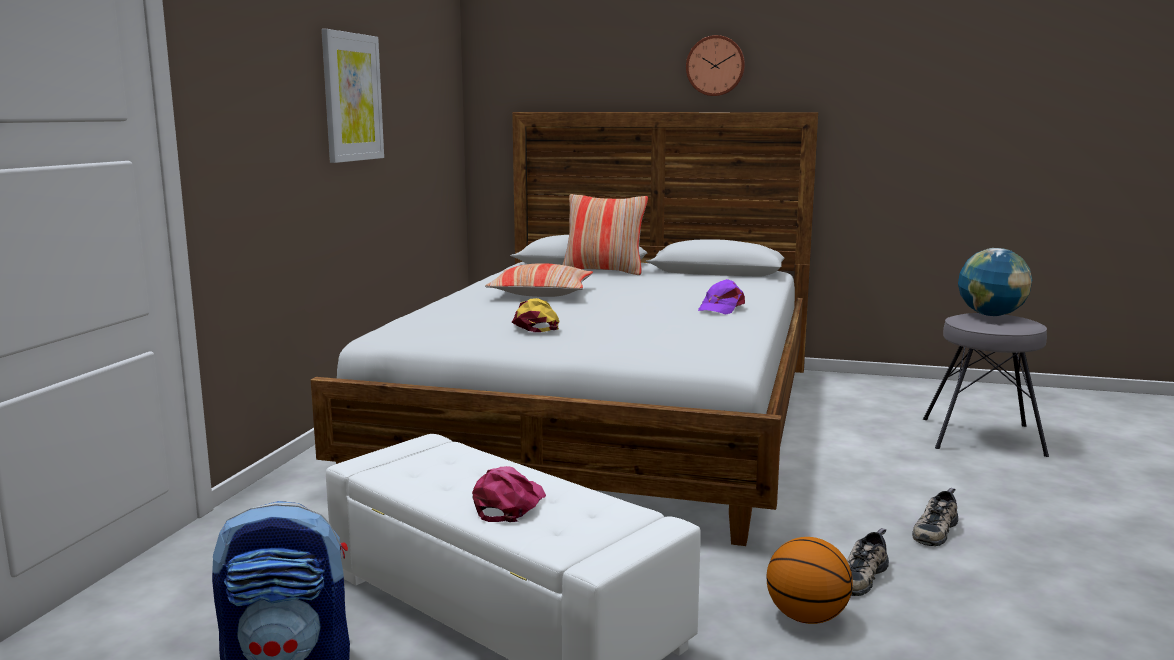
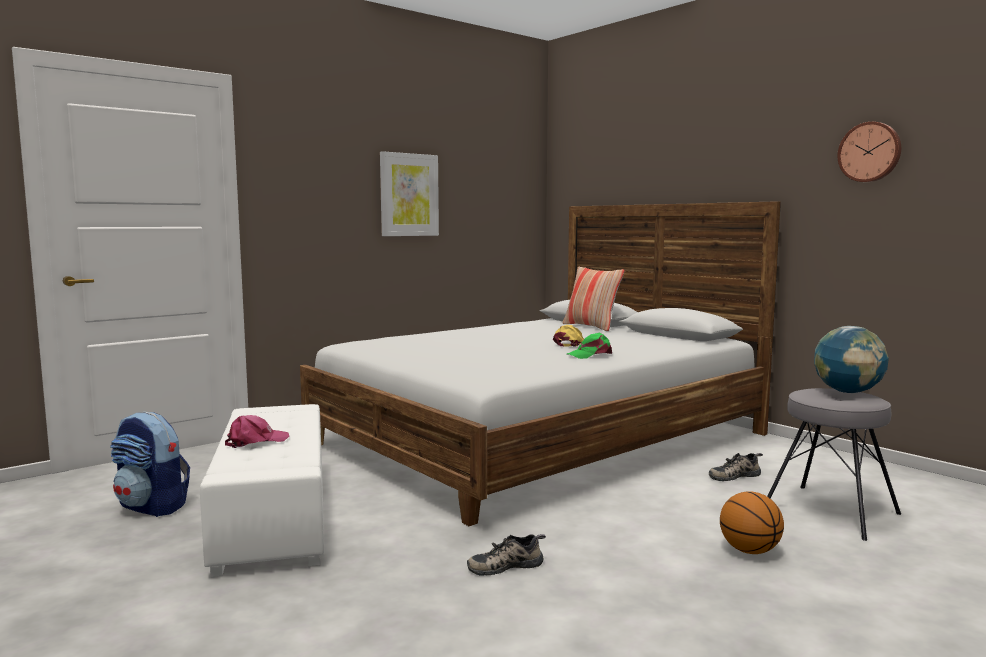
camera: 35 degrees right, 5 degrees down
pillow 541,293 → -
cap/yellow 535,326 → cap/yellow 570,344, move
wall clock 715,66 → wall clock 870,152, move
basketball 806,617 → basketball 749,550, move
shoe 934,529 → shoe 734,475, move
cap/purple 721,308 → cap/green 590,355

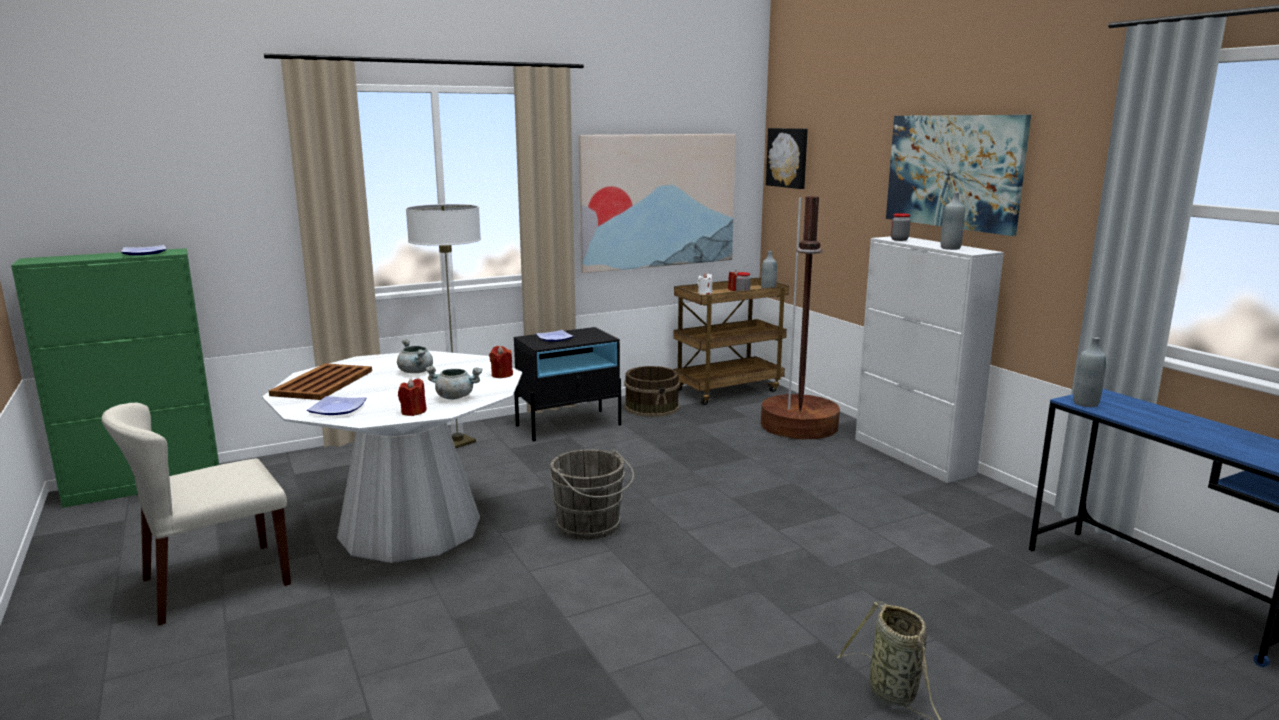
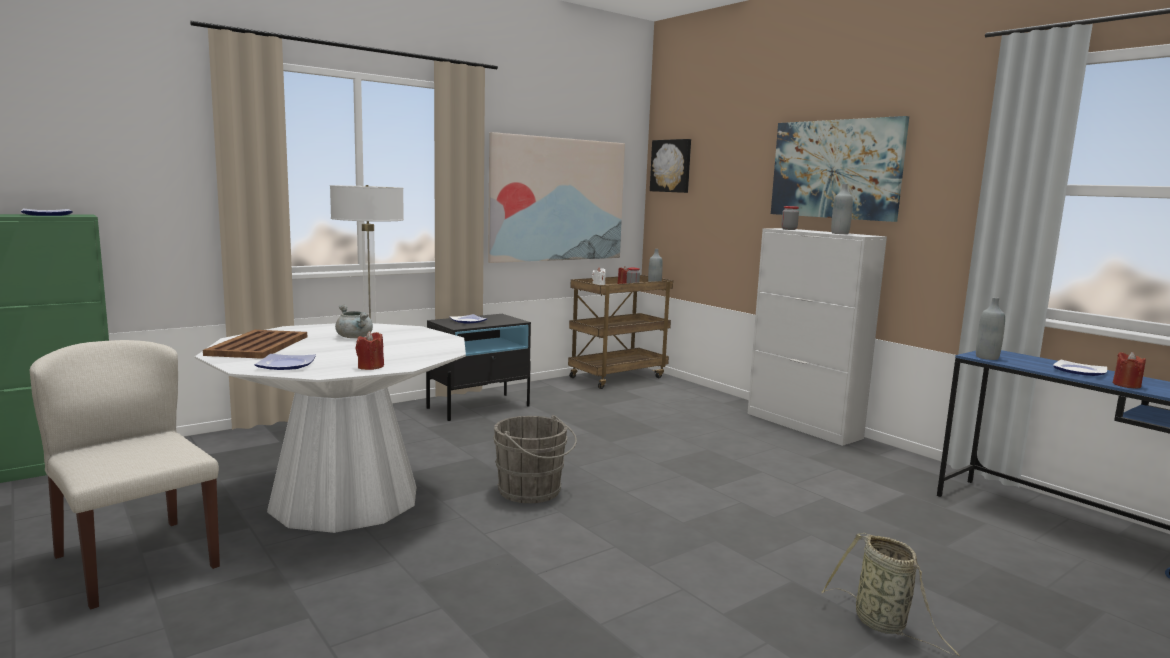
camera: 10 degrees left, 5 degrees down
cooking pot/grey 455,397 → -
bucket/brown 652,407 → -
floor lamp/brown 799,426 → -
- → plate 1080,371
candle/red 502,375 → candle/red 1126,385, move
chair/beige 215,582 → chair/beige 135,561, 90 degrees clockwise

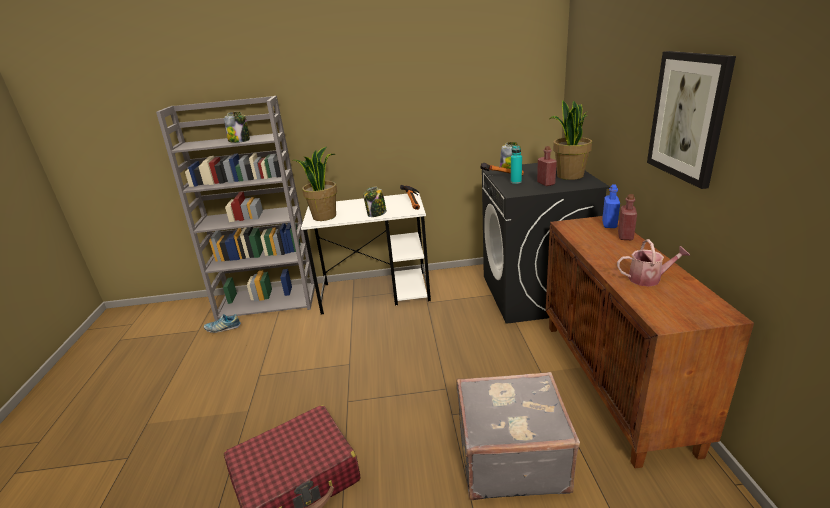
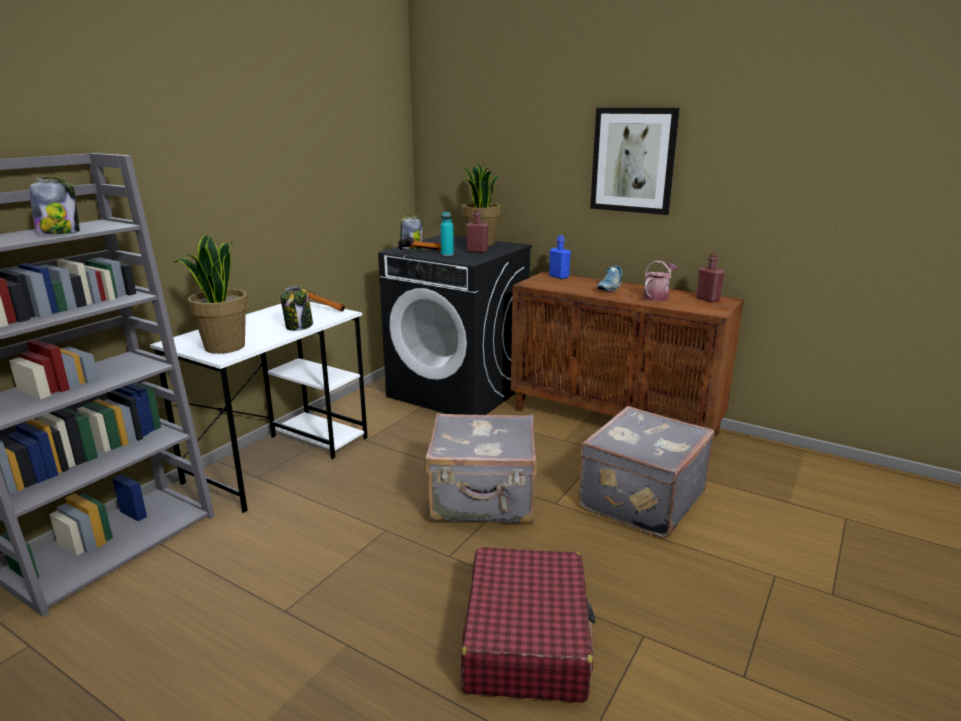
camera: 55 degrees left, 5 degrees down
- → suitcase/grey 483,500
shoe 223,328 → shoe 609,288, move
bottle/red 625,236 → bottle/red 707,299, move

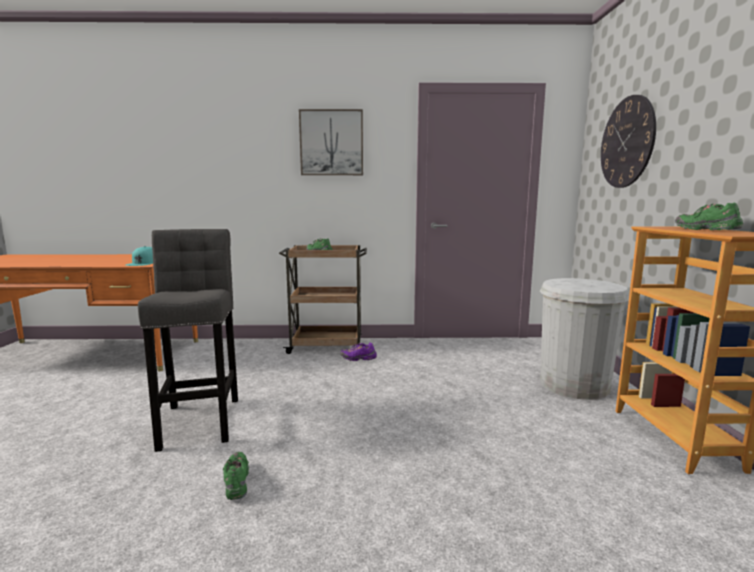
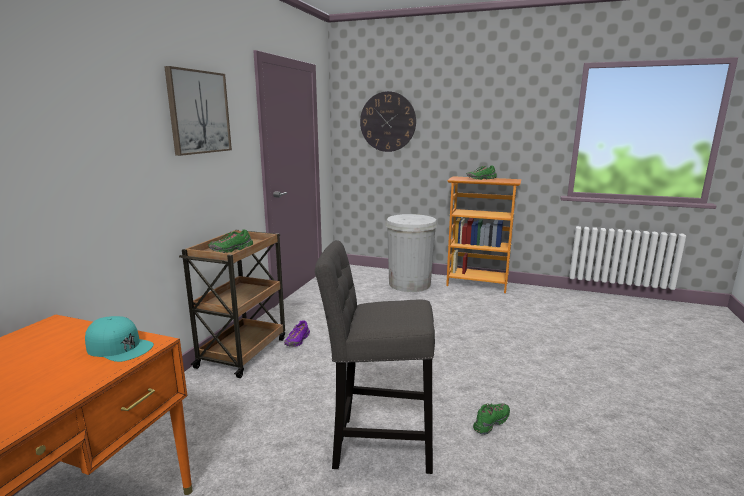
camera: 70 degrees left, 5 degrees up
shoe/green 236,482 → shoe/green 491,423, 135 degrees clockwise

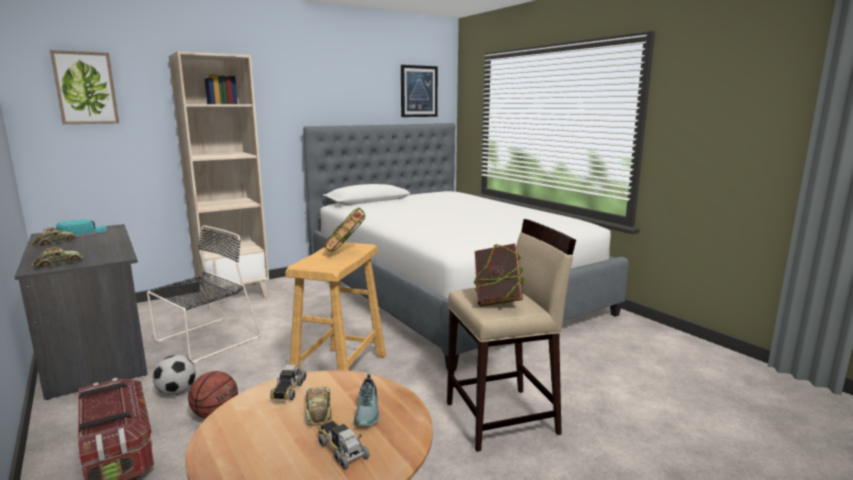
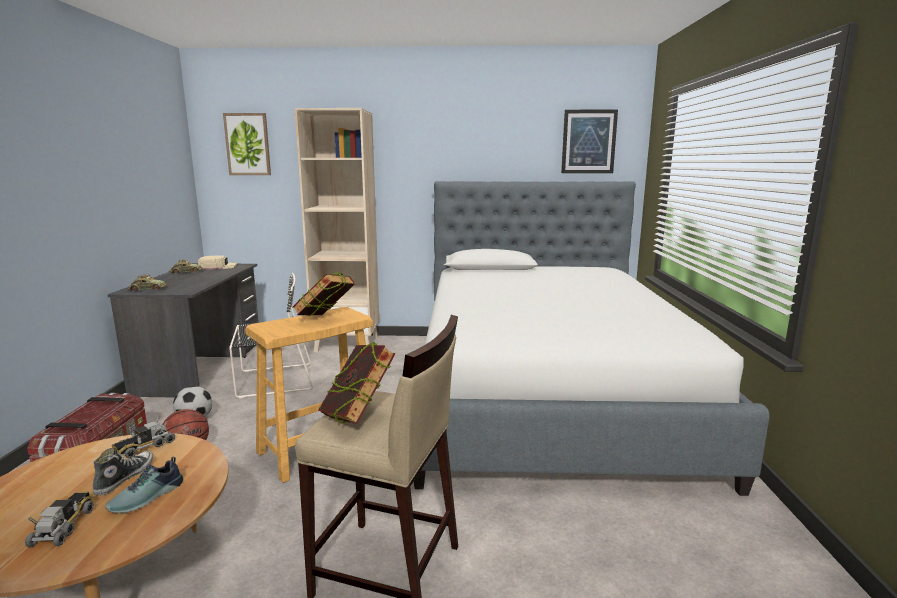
camera: 35 degrees right, 0 degrees up
toy car 318,410 → shoe 124,477
cap/turquoise 82,232 → cap/beige 218,266

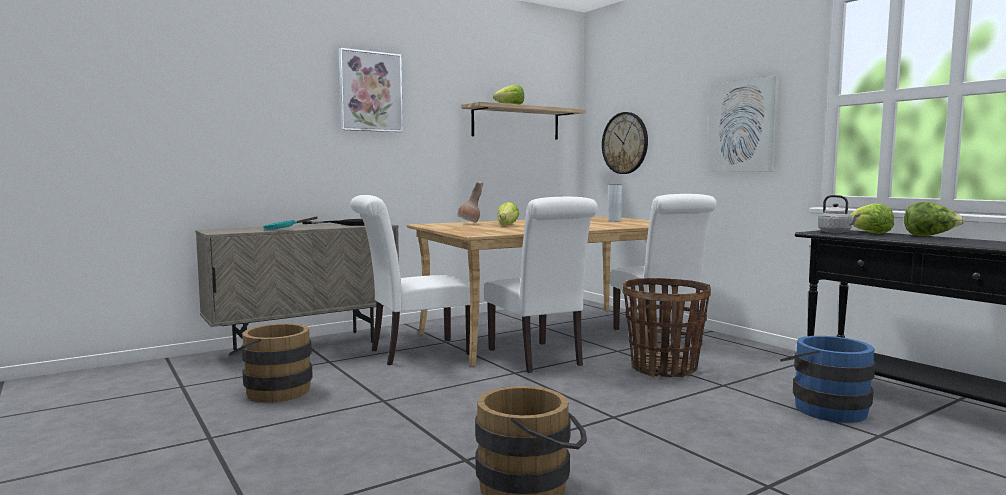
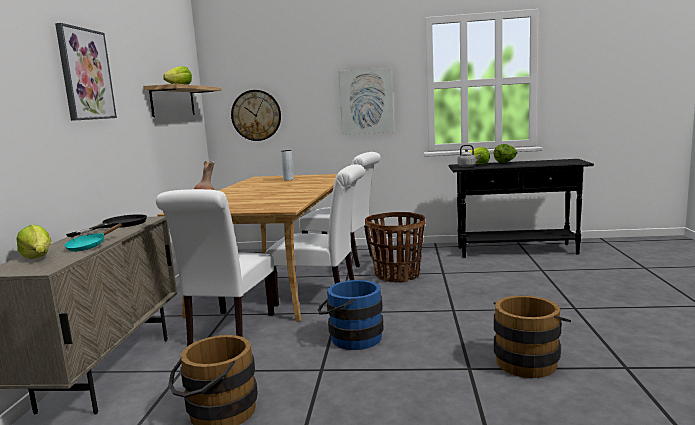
camera: 50 degrees left, 5 degrees up
lettuce 507,225 → lettuce 38,257, move
bucket/blue 824,408 → bucket/blue 351,338, move

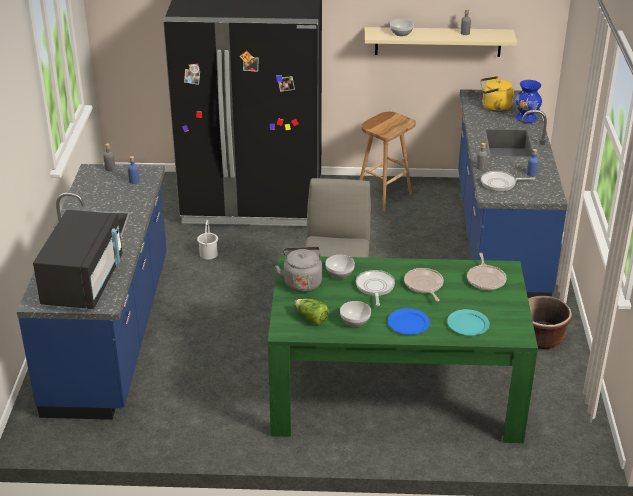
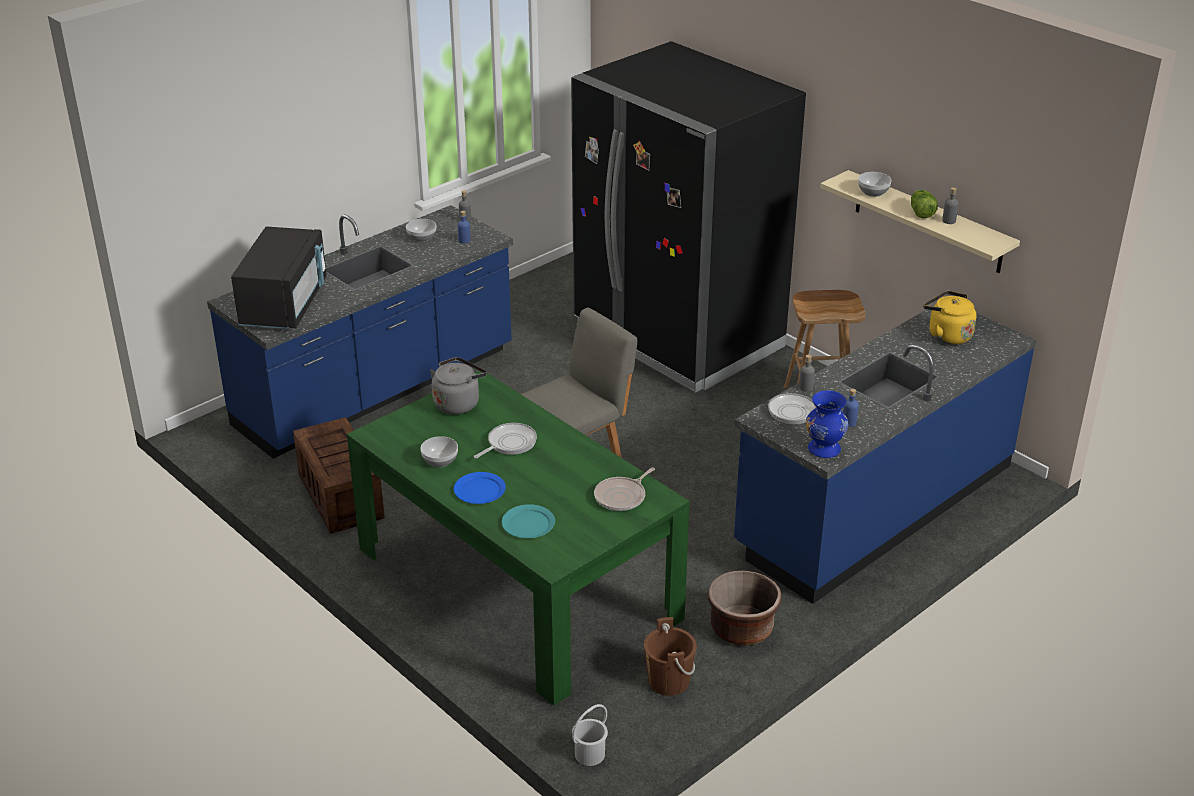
camera: 45 degrees right, 0 degrees up
frying pan 424,285 → -
- → crate 340,495
- → bucket/brown 668,681
bucket/white 208,254 → bucket/white 589,754, move
lettuce 311,318 → lettuce 921,212, move
bowl 340,274 → bowl 421,238, move
vase/blue 526,118 → vase/blue 825,449, move
microwave/black 84,283 → microwave/black 285,305, 45 degrees counterclockwise

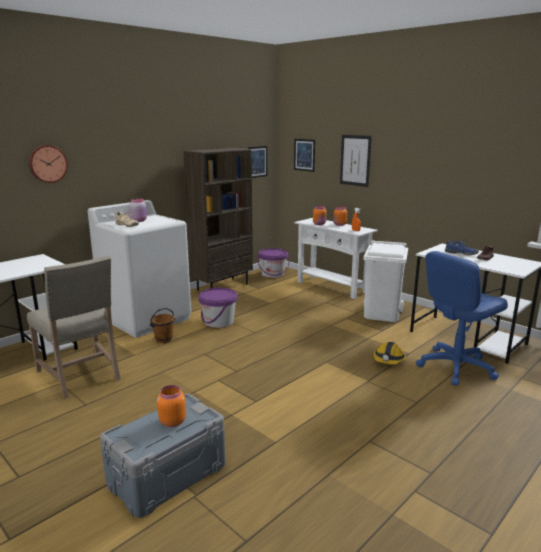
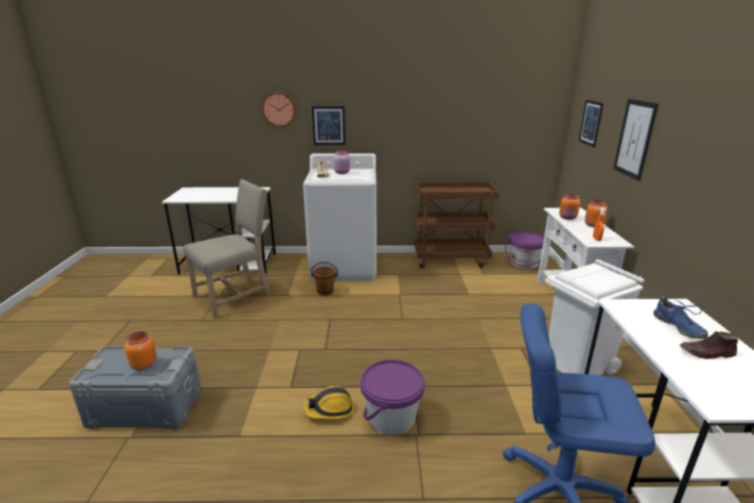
camera: 45 degrees right, 5 degrees up
bucket/purple 218,321 → bucket/purple 391,417, move
picture 257,162 → picture 328,125, move
hard hat 388,360 → hard hat 330,410, move
bookcase/brown 222,287 → cart/brown 451,260
chair/beige 81,375 → chair/beige 235,296, 135 degrees counterclockwise

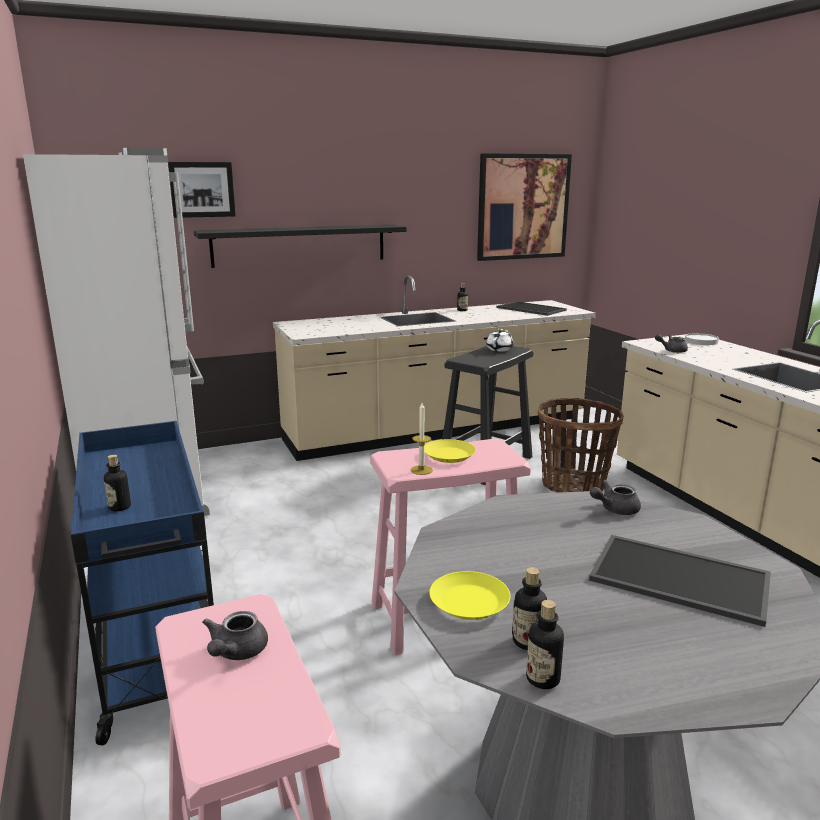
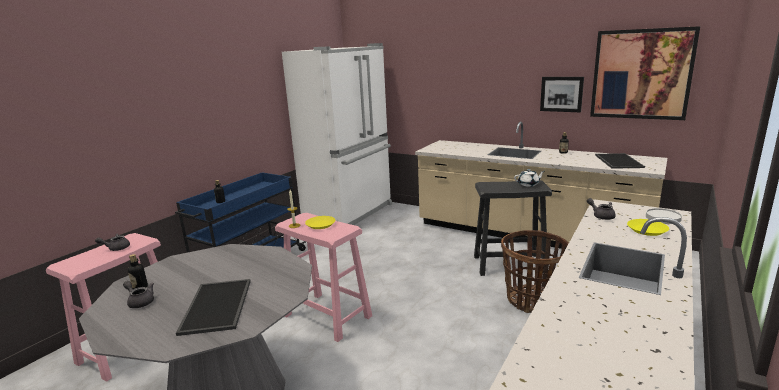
camera: 55 degrees right, 0 degrees up
shelf/black 300,245 → -
bottle 543,679 → -
picture 202,189 → picture 561,94, move
plate/yellow 470,602 → plate/yellow 647,230, move
teapot/grey 614,509 → teapot/grey 140,301, move

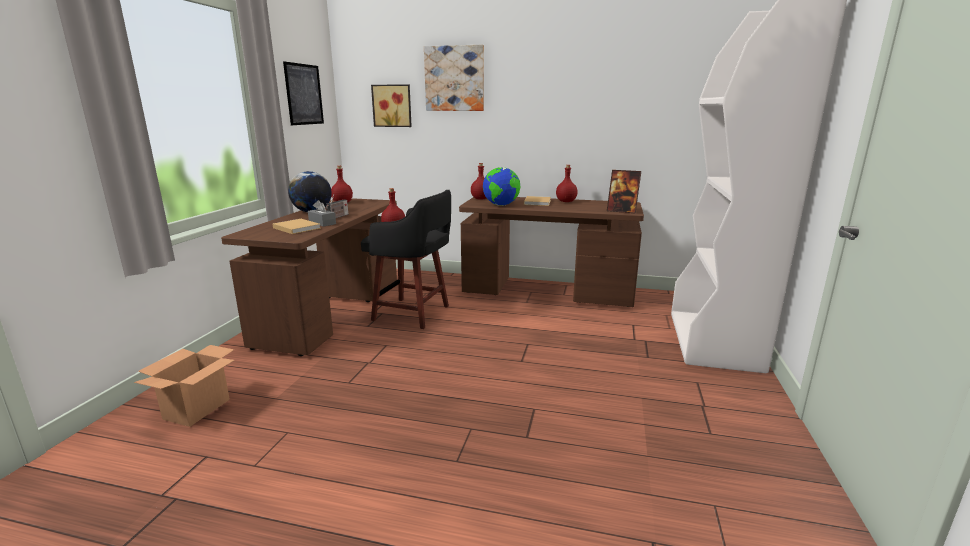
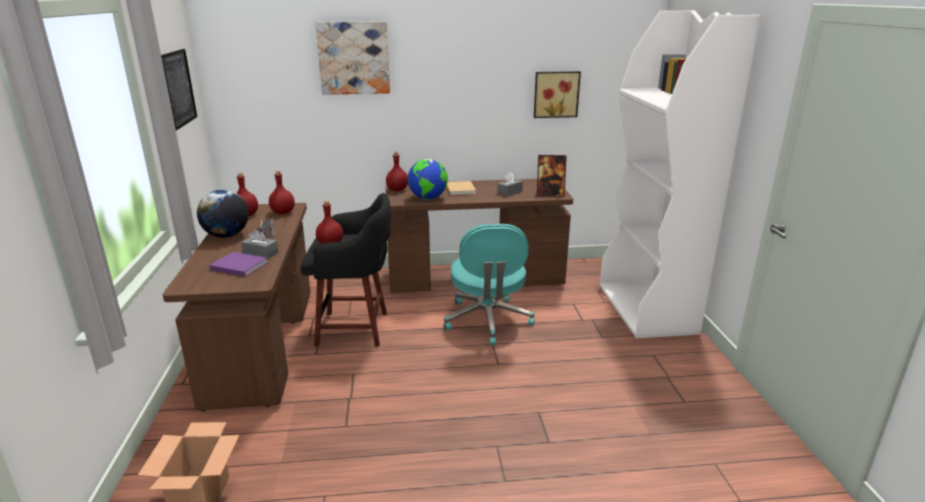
camera: 20 degrees left, 5 degrees up
- → office chair/turquoise 487,321
- → tissue box/grey 509,192
picture 392,106 → picture 556,94, move
bottle/red 566,201 → bottle/red 283,212, move
book/beige 296,228 → book/purple 238,265

